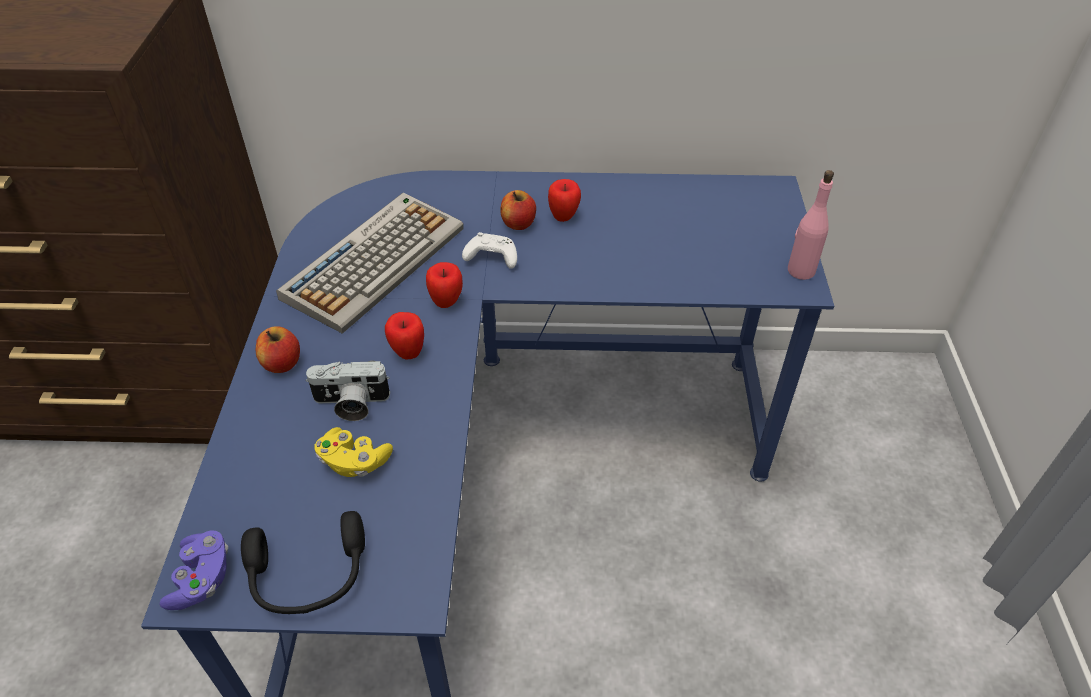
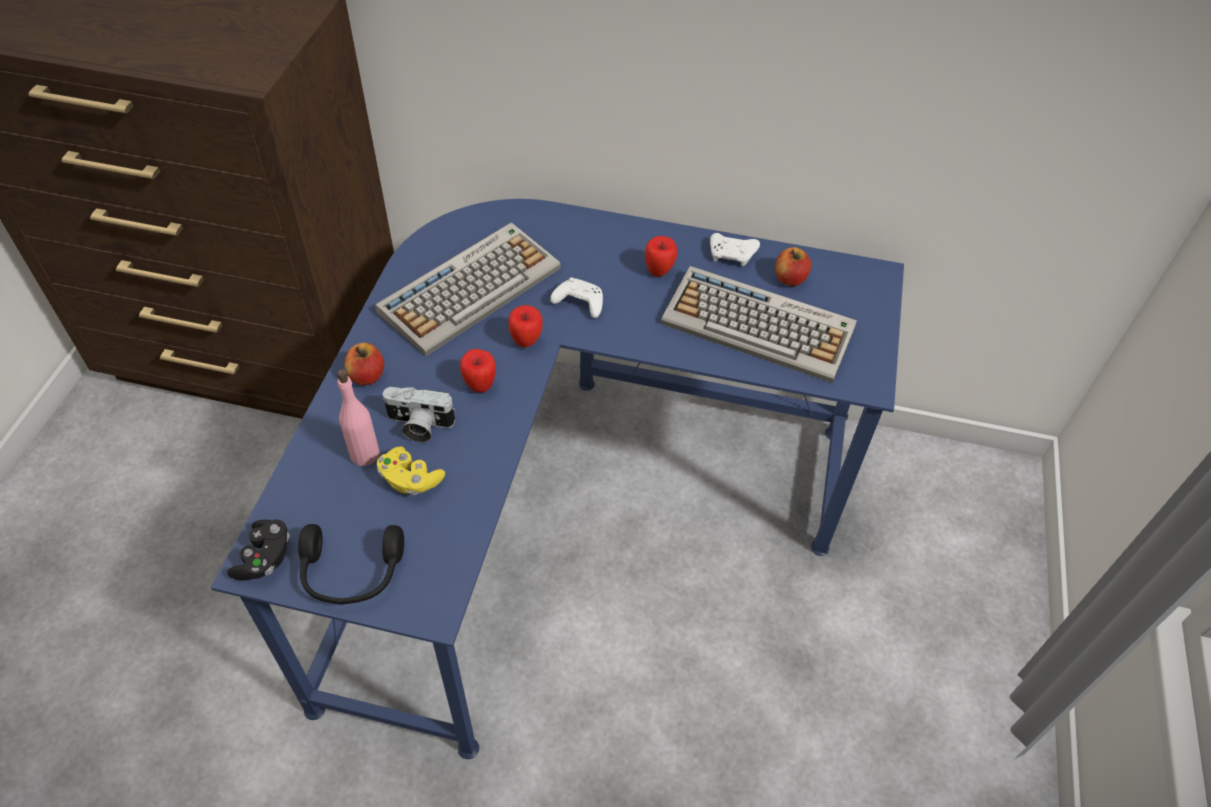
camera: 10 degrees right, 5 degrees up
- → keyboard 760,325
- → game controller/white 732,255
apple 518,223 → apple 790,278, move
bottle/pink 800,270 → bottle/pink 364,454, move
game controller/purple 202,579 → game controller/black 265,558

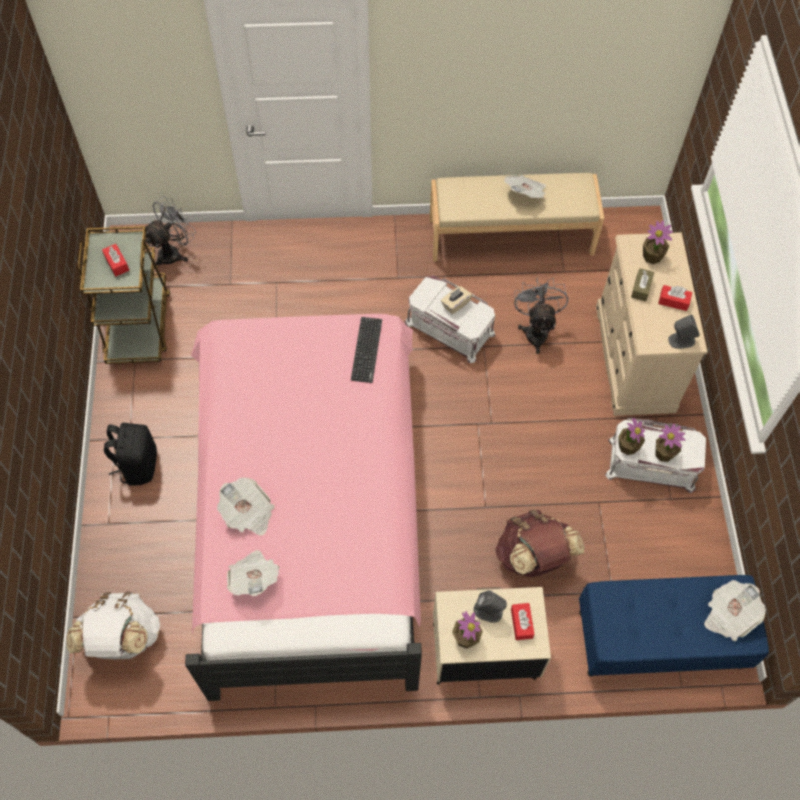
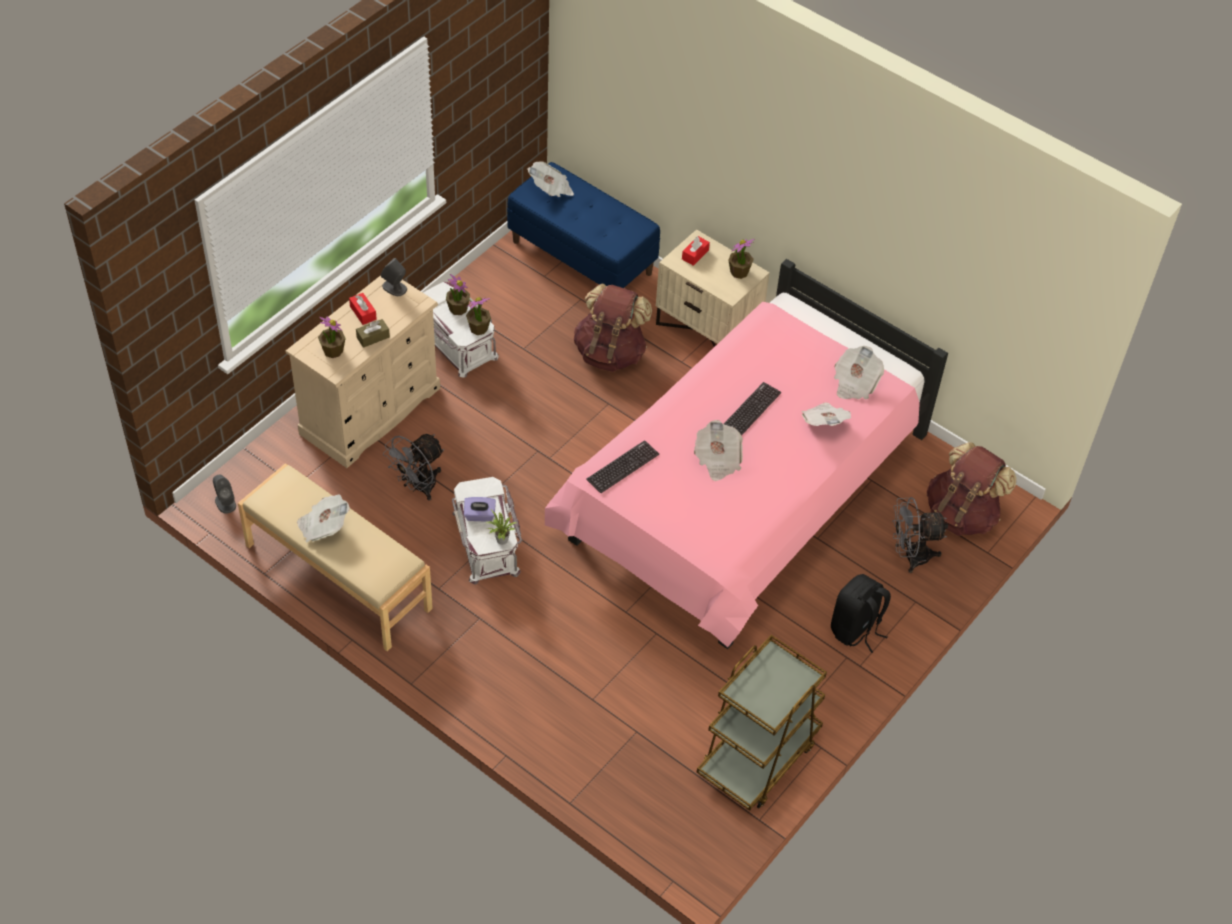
camera: 140 degrees left, 10 degrees down
tissue box/red 117,263 → -
- → potted plant 501,541
- → newspaper 717,460
- → keyboard 751,410
fan/grey 174,252 → fan/grey 910,556, move
speaker/grey 488,611 → speaker/grey 225,503, move
backpack/white 122,639 → backpack/brown 962,514
tissue box/beige 455,304 → tissue box/purple 479,515

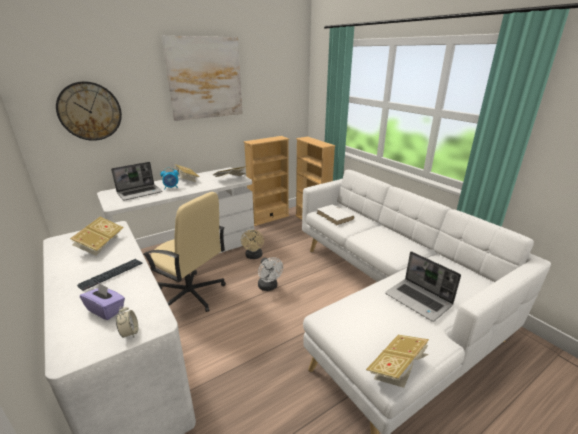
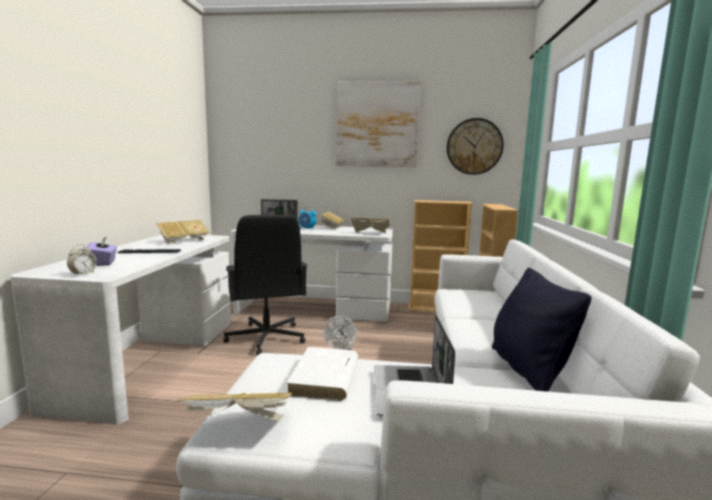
camera: 40 degrees right, 15 degrees down
fan/beige 254,256 → -
- → pillow/black 528,370
wall clock 90,111 → wall clock 474,146, move
book/white 335,216 → book/white 325,377, move
office chair/beige 191,294 → office chair/black 266,338

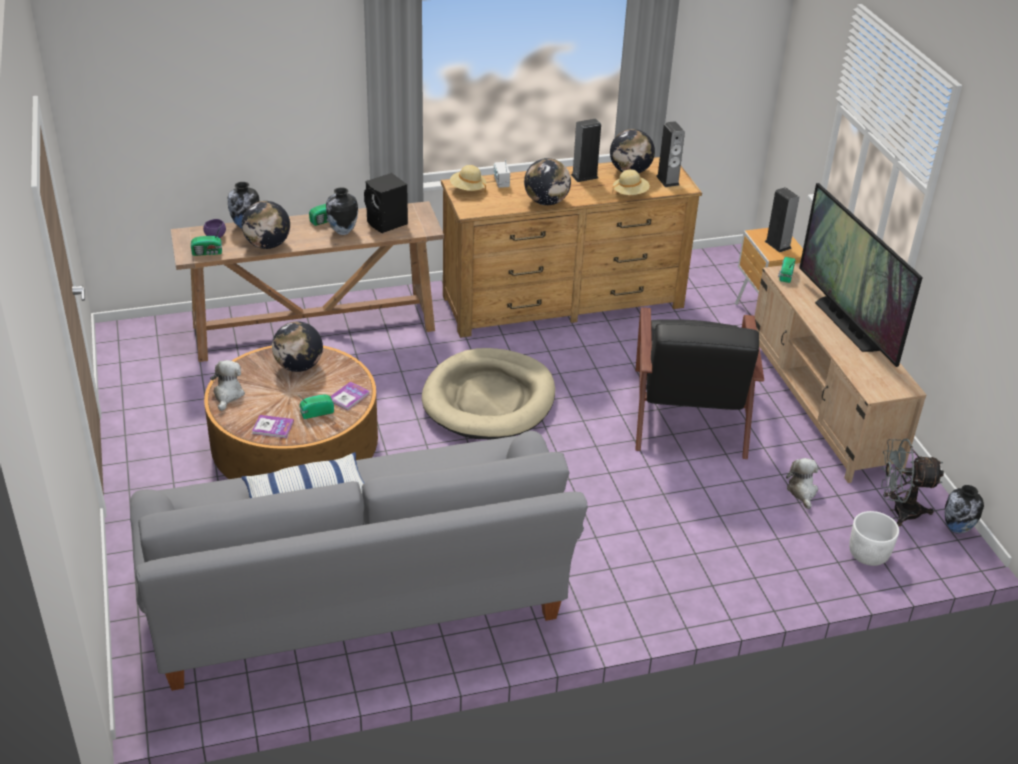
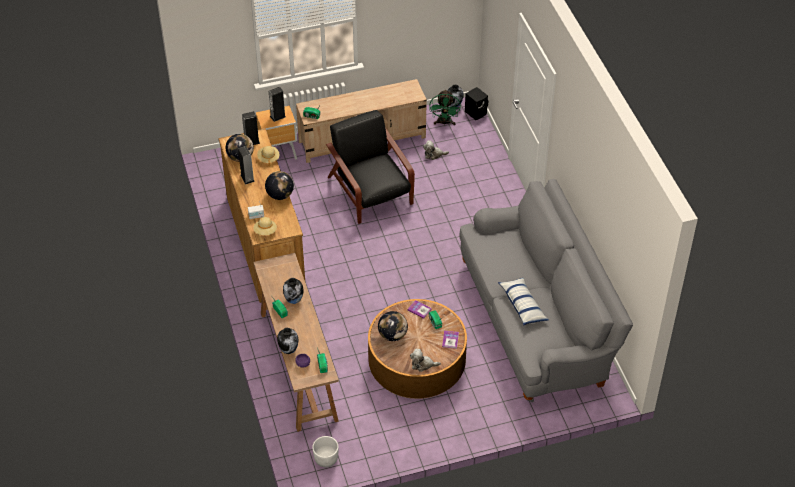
camera: 90 degrees left, 10 degrees up
globe 267,245 → -
dog bed/beige 489,399 → -
television 846,325 → -
speaker/black 387,223 → speaker/black 476,112, move
planter/white 868,554 → planter/white 326,459, move
fan/grey 898,511 → fan/green 444,123
armchair/black 689,409 → armchair/black 371,192, 120 degrees counterclockwise

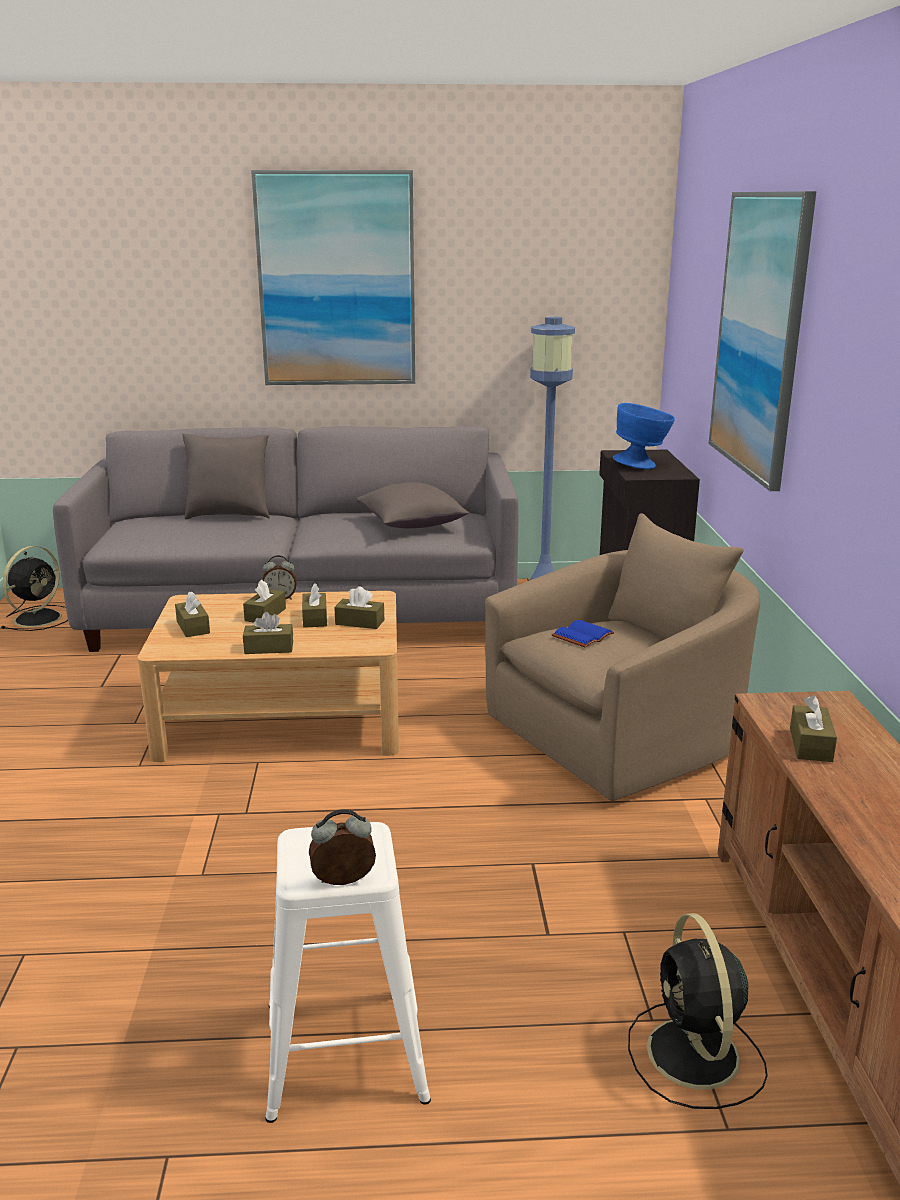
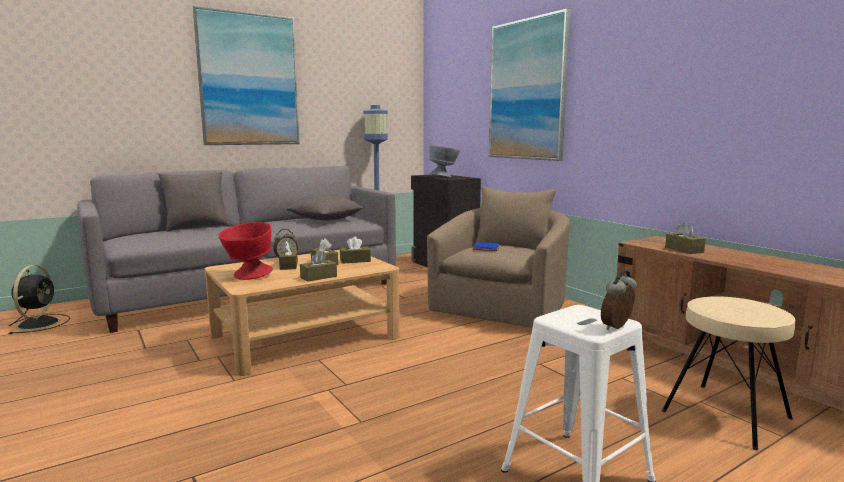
camera: 30 degrees left, 10 degrees down
tissue box/brown 193,627 → bowl/red 248,276
fan/black 694,1057 → stool/beige 727,414
bowl/blue 642,465 → bowl/grey 444,177

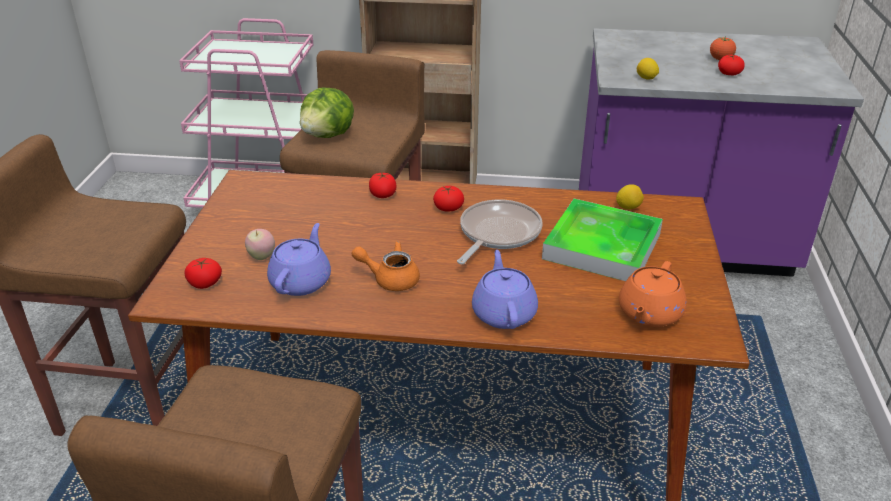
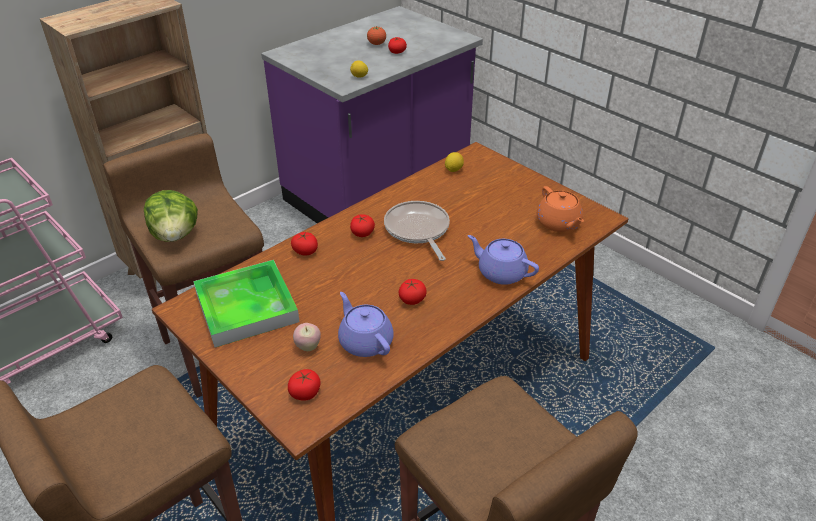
camera: 50 degrees left, 5 degrees up
tray 602,246 → tray 246,307, move
teapot/orange 390,279 → tomato 412,299

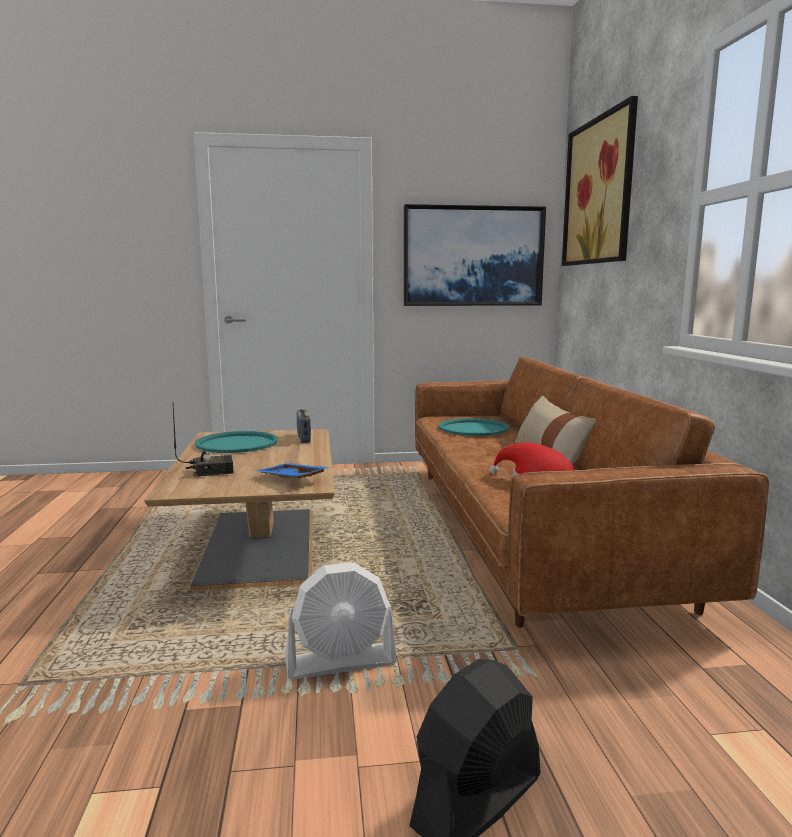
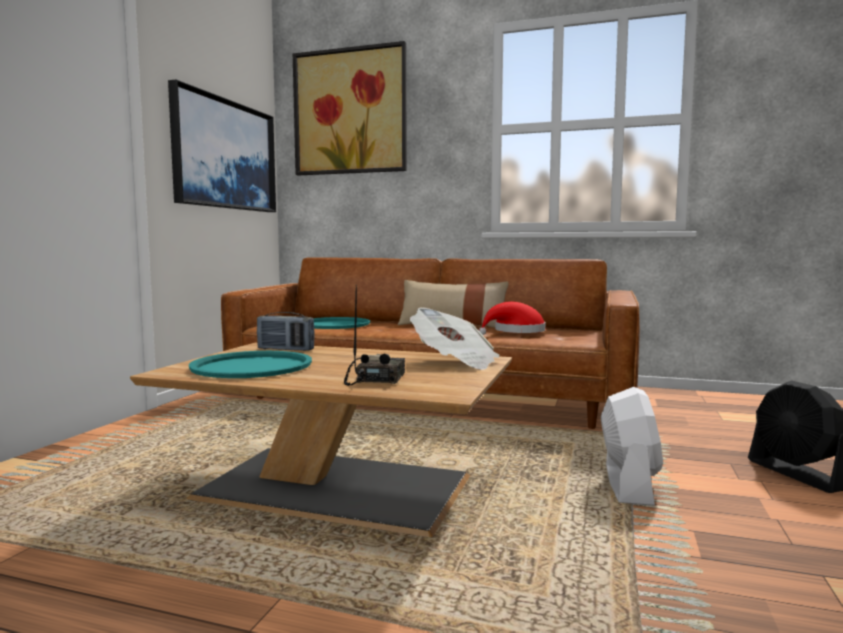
camera: 65 degrees left, 5 degrees down
tray/blue 291,479 → newspaper 455,362

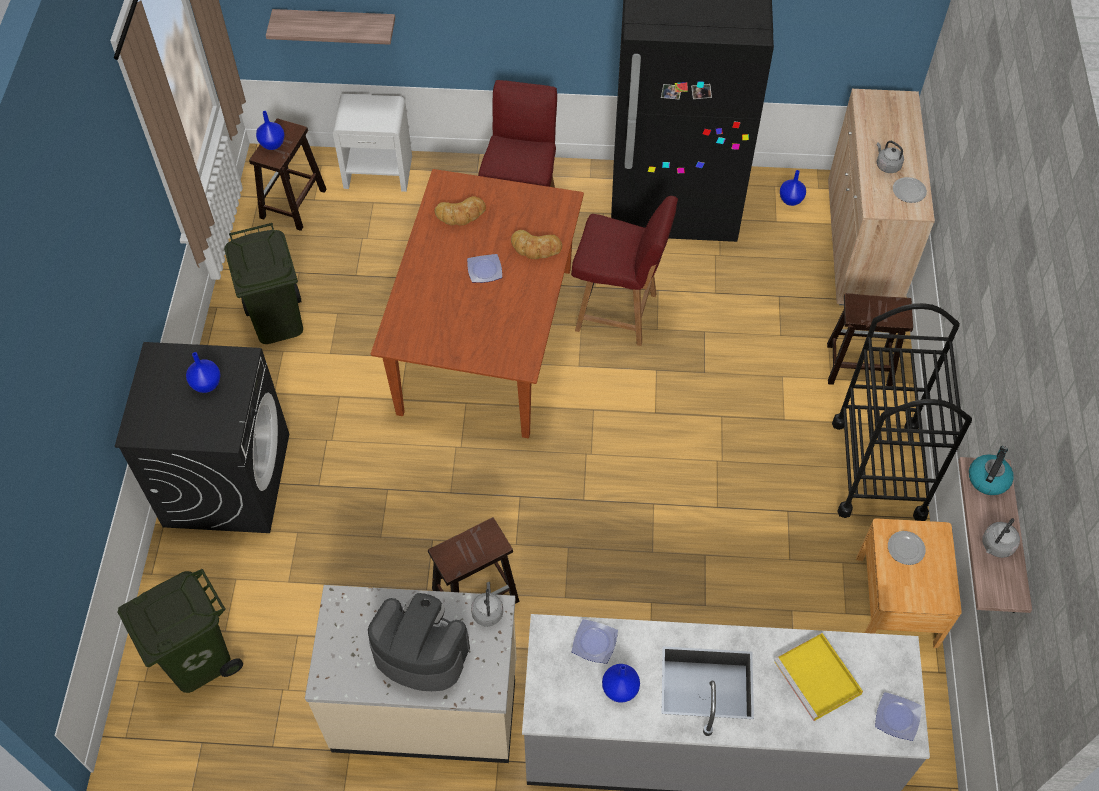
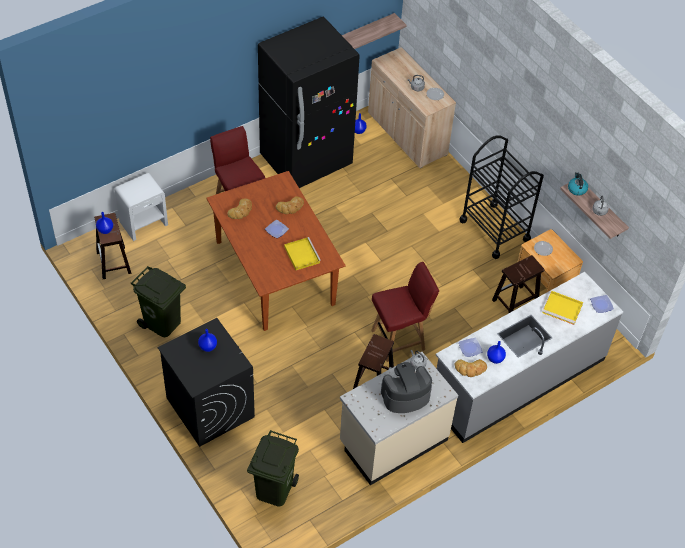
camera: 40 degrees left, 5 degrees down
- → tray/yellow 301,254
- → bread 470,369
shelf 336,25 → shelf 366,32, move
chair/red 618,313 → chair/red 399,339, move
stool/brown 857,366 → stool/brown 514,303, move

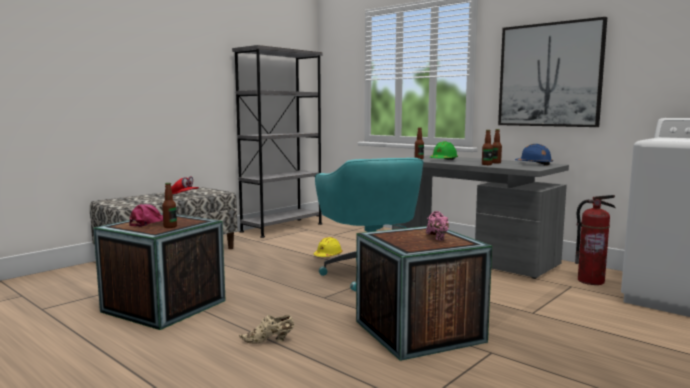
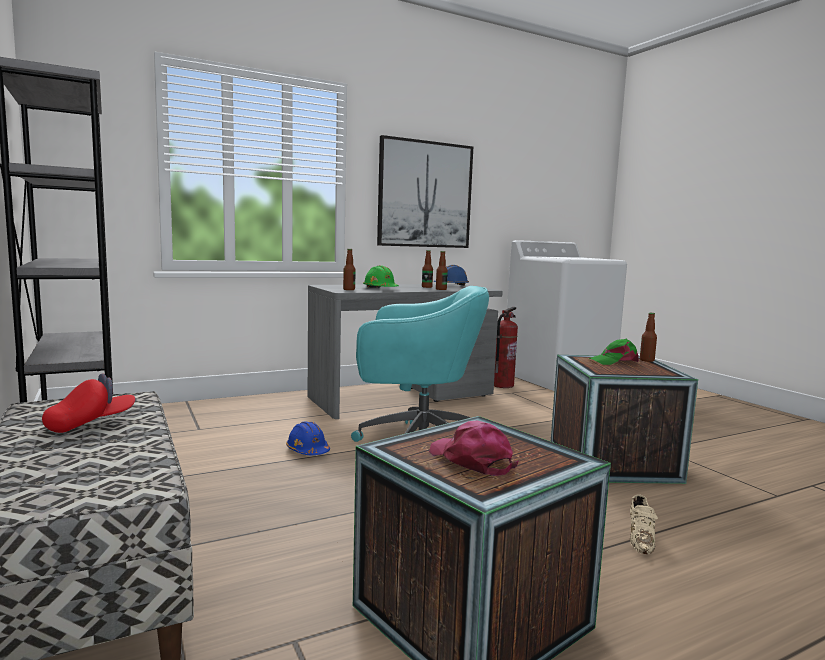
camera: 70 degrees left, 0 degrees up
bottle 170,227 → bottle 647,360, move
shoe/pink 436,237 → cap/green 615,361
hard hat/yellow 328,255 → hard hat/blue 308,451

